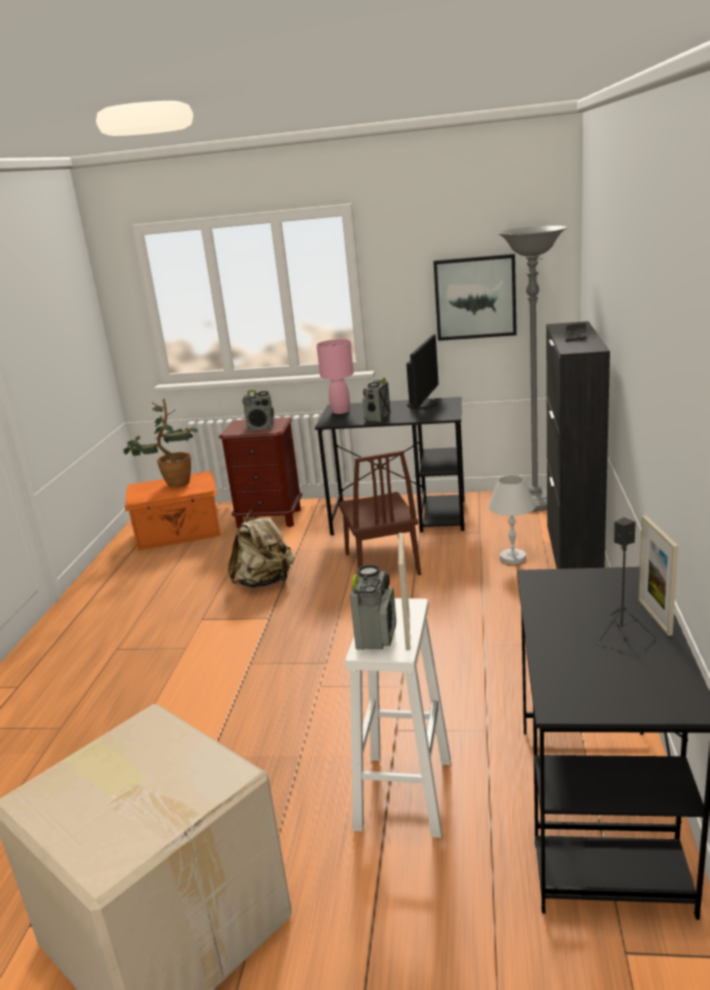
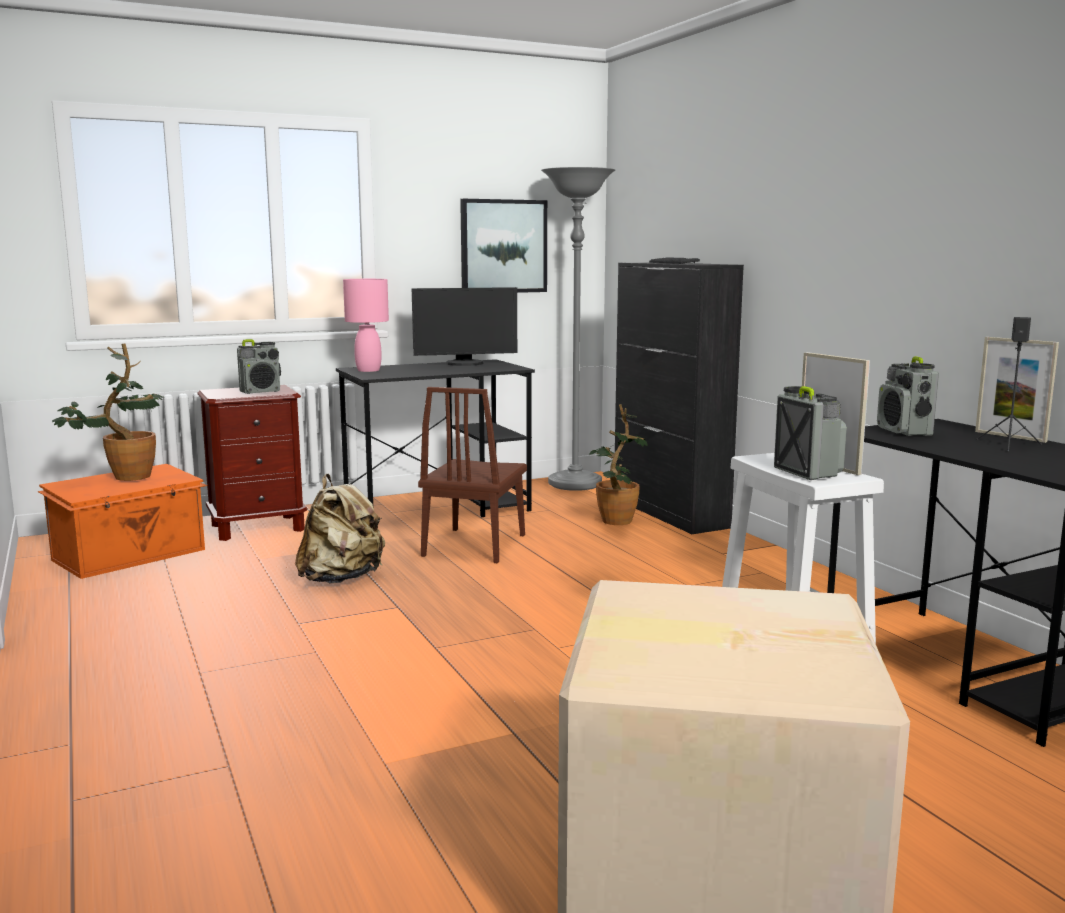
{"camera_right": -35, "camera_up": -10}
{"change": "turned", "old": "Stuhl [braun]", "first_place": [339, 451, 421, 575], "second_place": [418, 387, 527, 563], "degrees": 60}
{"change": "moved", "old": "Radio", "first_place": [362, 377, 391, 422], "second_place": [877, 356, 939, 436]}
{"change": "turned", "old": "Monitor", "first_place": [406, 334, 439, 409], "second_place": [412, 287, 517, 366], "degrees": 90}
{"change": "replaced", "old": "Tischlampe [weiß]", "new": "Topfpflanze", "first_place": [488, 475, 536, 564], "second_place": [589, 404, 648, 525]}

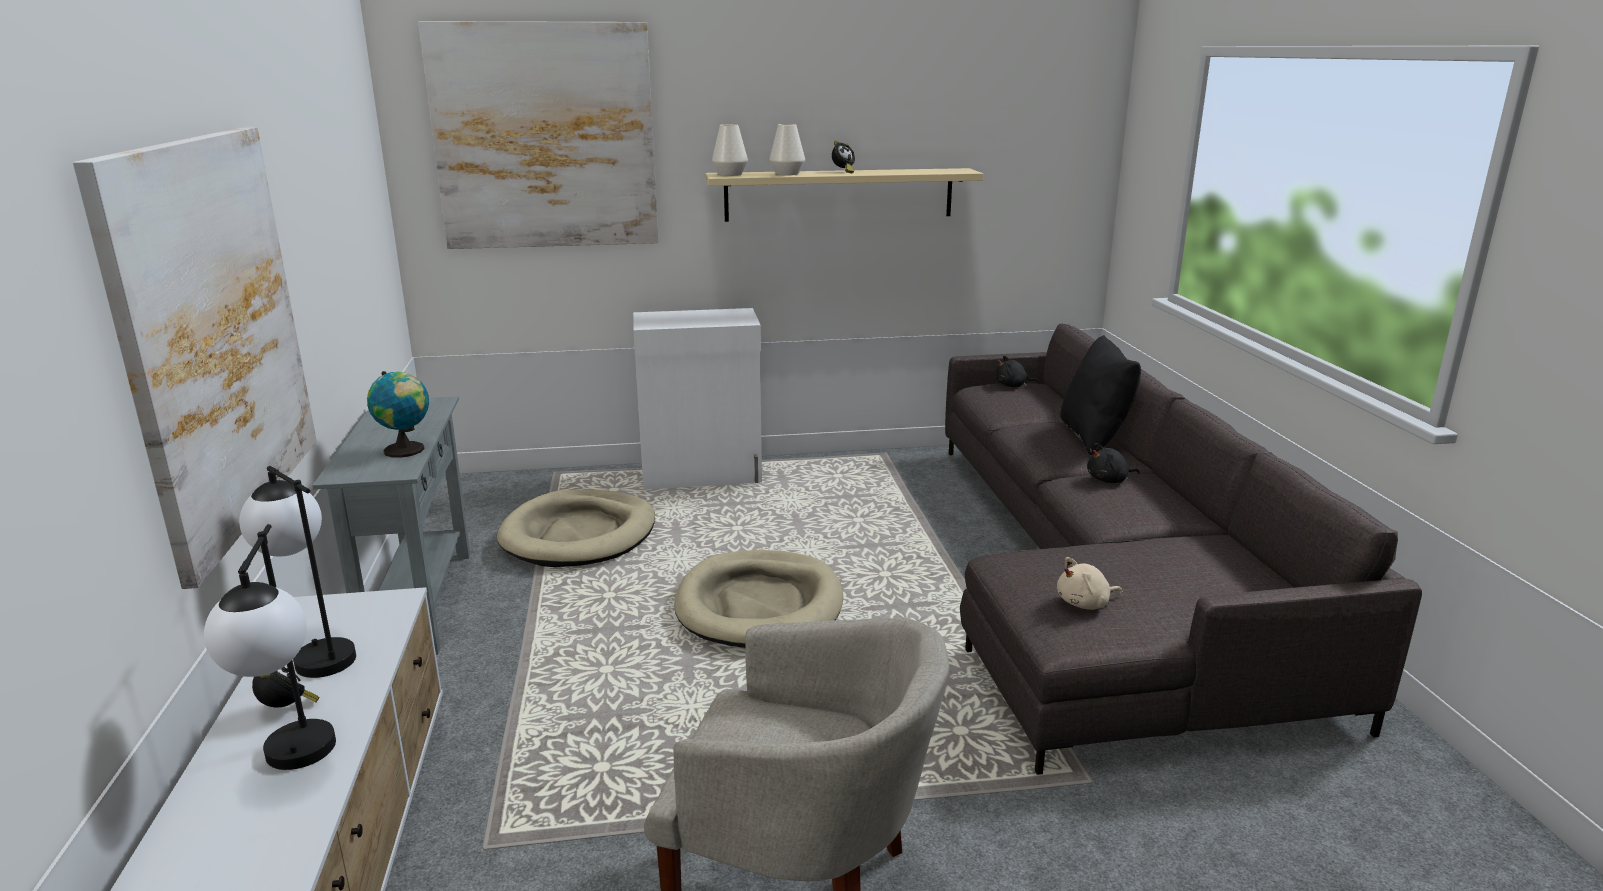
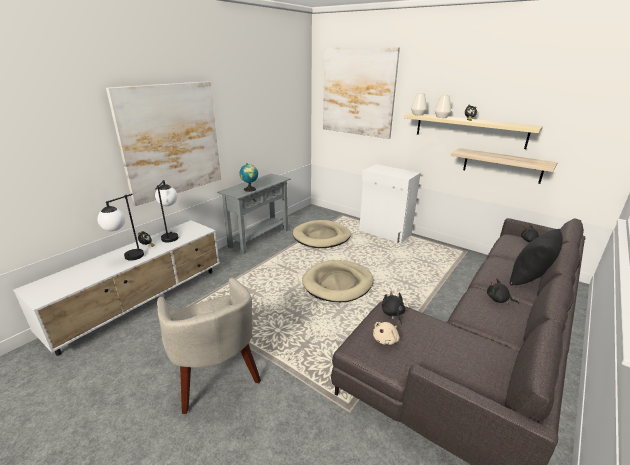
{"camera_right": 45, "camera_up": 5}
{"change": "turned", "old": "Plüschtier [beige]", "first_place": [1057, 557, 1123, 610], "second_place": [373, 322, 399, 345], "degrees": -75}
{"change": "added", "new": "Plüschtier [schwarz]", "second_place": [382, 292, 406, 324]}
{"change": "added", "new": "Wandregal", "second_place": [451, 148, 557, 184]}

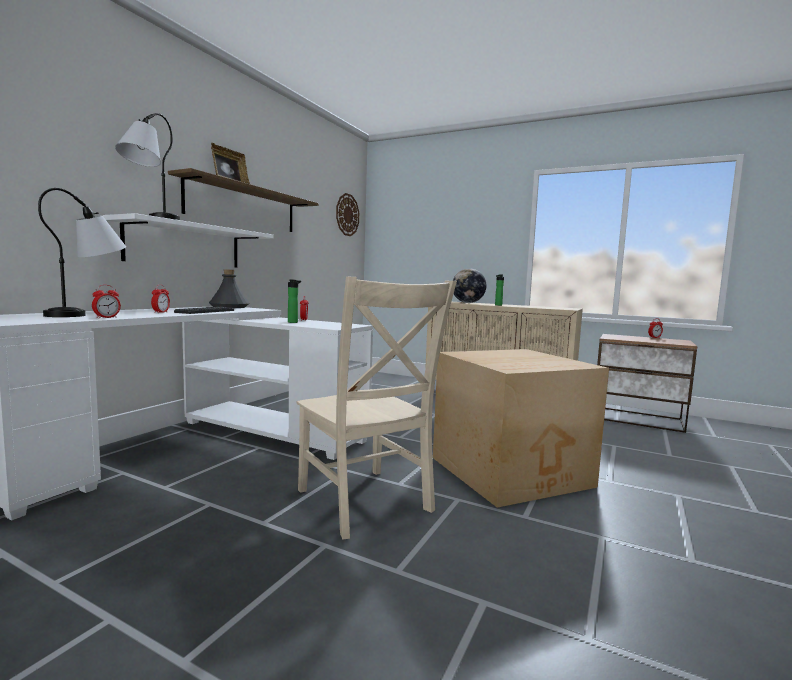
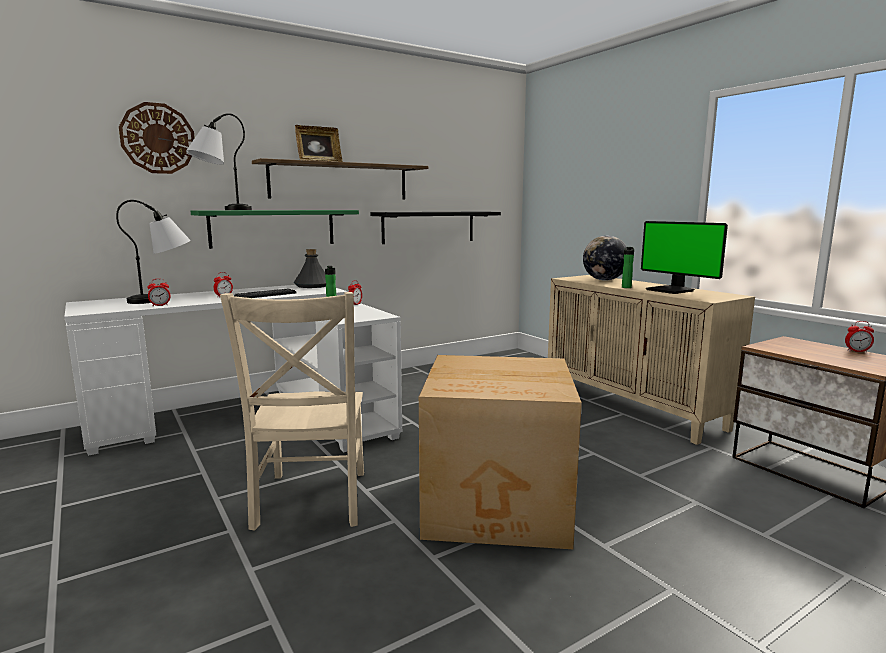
{"camera_right": 30, "camera_up": 5}
{"change": "recoloured", "old": "Wandregal [weiß]", "new": "Wandregal [grün]", "first_place": [103, 213, 274, 268], "second_place": [191, 210, 359, 249]}
{"change": "moved", "old": "Wanduhr", "first_place": [336, 193, 359, 236], "second_place": [119, 102, 195, 174]}
{"change": "added", "new": "Wandregal [schwarz]", "second_place": [370, 211, 501, 244]}
{"change": "added", "new": "Monitor", "second_place": [641, 221, 728, 294]}

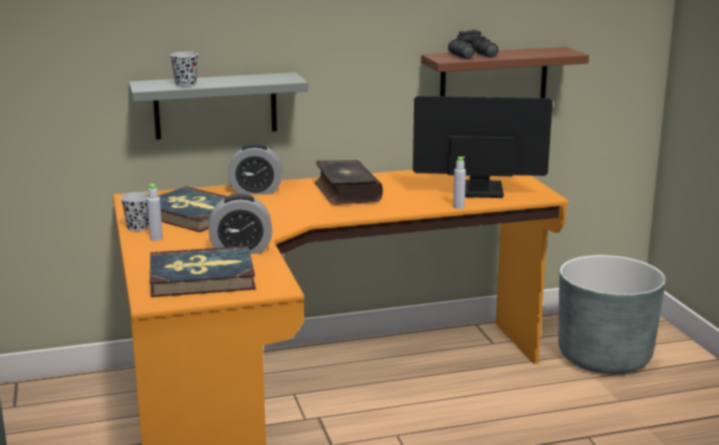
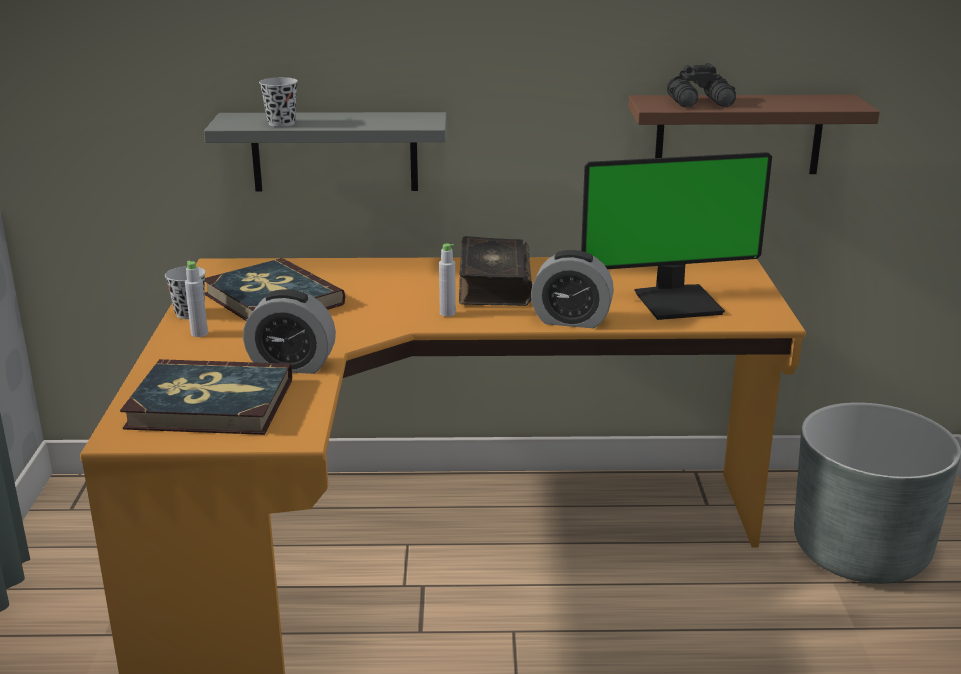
{"camera_right": 15, "camera_up": 5}
{"change": "moved", "old": "Wecker", "first_place": [228, 143, 282, 195], "second_place": [531, 250, 614, 328]}
{"change": "turned", "old": "Monitor", "first_place": [413, 96, 553, 198], "second_place": [581, 152, 772, 320], "degrees": 150}
{"change": "moved", "old": "Flasche [grau]", "first_place": [453, 157, 466, 209], "second_place": [439, 244, 456, 317]}

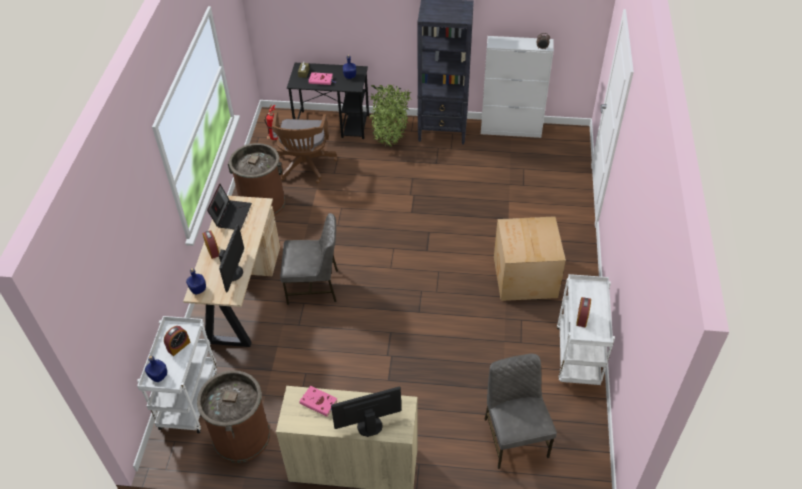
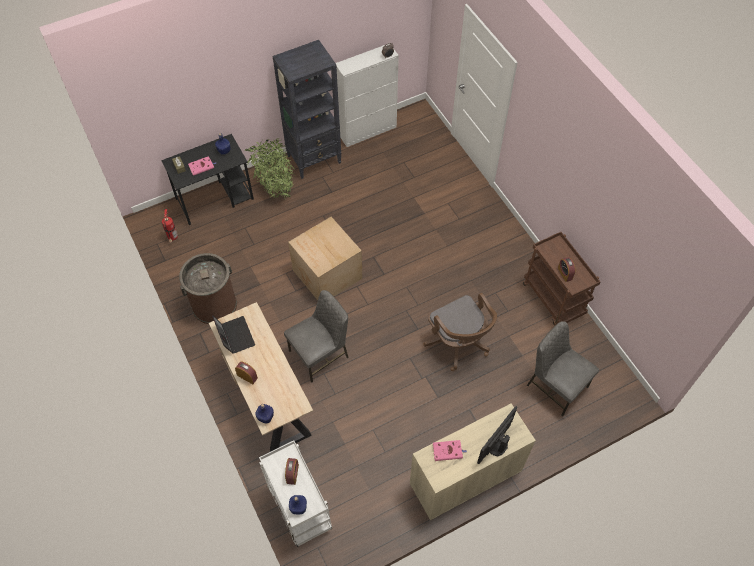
{"camera_right": -35, "camera_up": 10}
{"change": "removed", "old": "Mülleimer [braun]", "first_place": [197, 370, 270, 463]}
{"change": "removed", "old": "Monitor", "first_place": [219, 224, 244, 292]}
{"change": "moved", "old": "Bürostuhl [braun]", "first_place": [272, 113, 338, 184], "second_place": [423, 293, 497, 371]}
{"change": "moved", "old": "Karton", "first_place": [494, 216, 566, 301], "second_place": [288, 217, 363, 300]}
{"change": "recoloured", "old": "Rollwagen [weiß]", "new": "Rollwagen [braun]", "first_place": [557, 274, 615, 385], "second_place": [523, 232, 601, 326]}

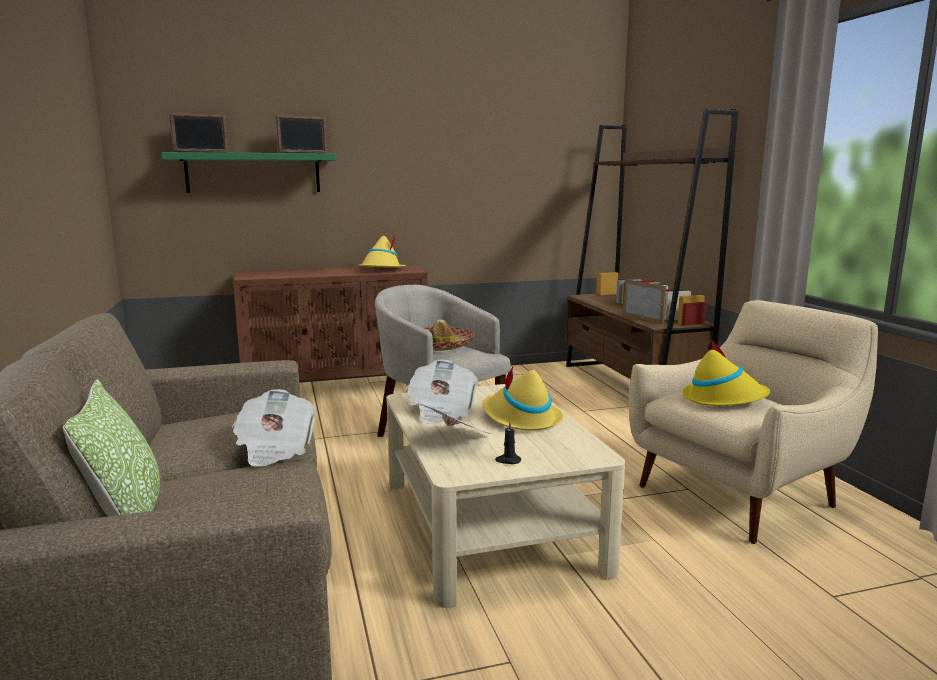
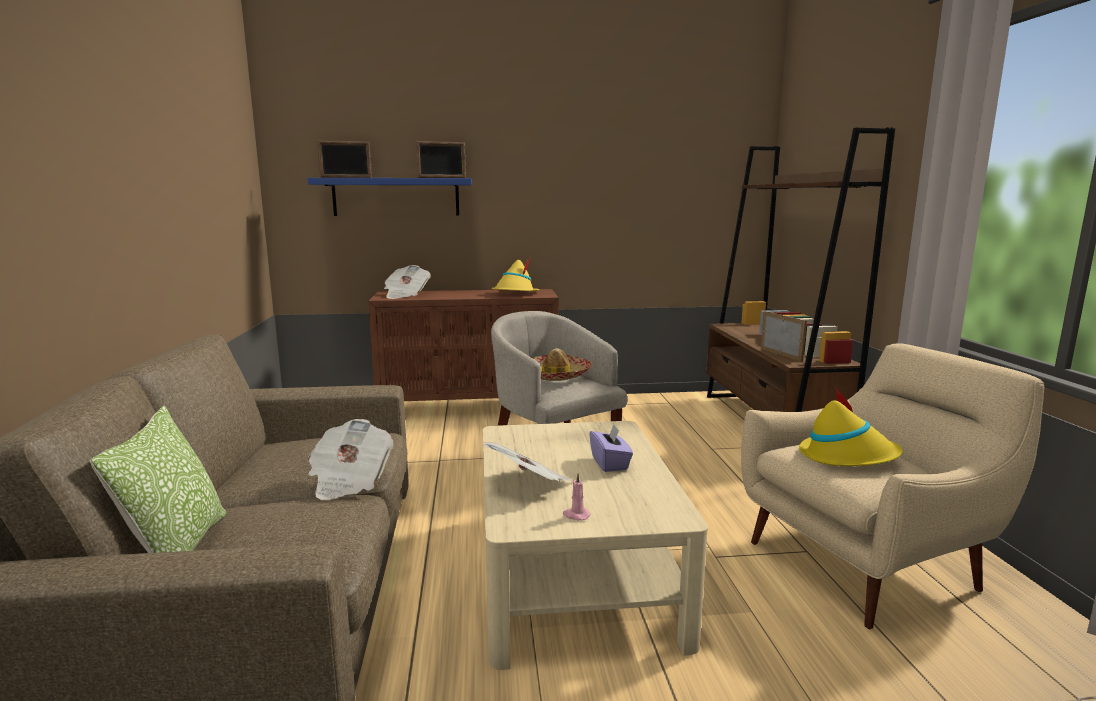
{"camera_right": 10, "camera_up": 0}
{"change": "recoloured", "old": "Wandregal [grün]", "new": "Wandregal [blau]", "first_place": [161, 152, 336, 193], "second_place": [307, 178, 472, 216]}
{"change": "moved", "old": "Zeitung", "first_place": [406, 360, 478, 424], "second_place": [384, 265, 431, 299]}
{"change": "replaced", "old": "Hut [gelb]", "new": "Taschentuchbox [lila]", "first_place": [482, 367, 563, 431], "second_place": [589, 424, 633, 472]}
{"change": "recoloured", "old": "Kerze [schwarz]", "new": "Kerze [rosa]", "first_place": [495, 421, 521, 464], "second_place": [563, 473, 591, 521]}

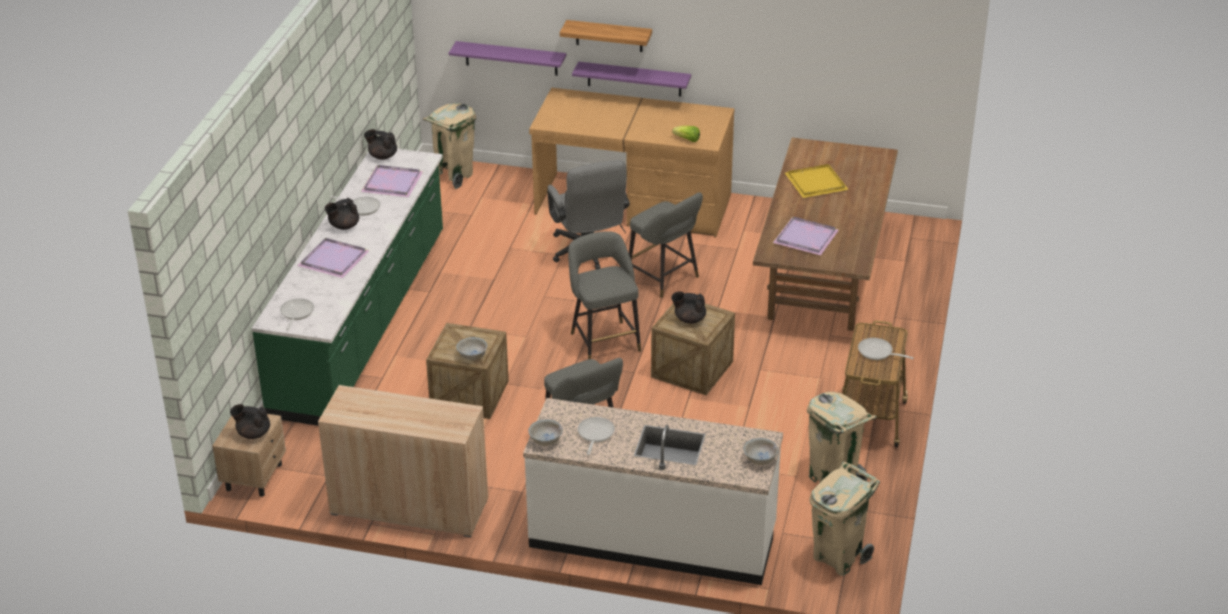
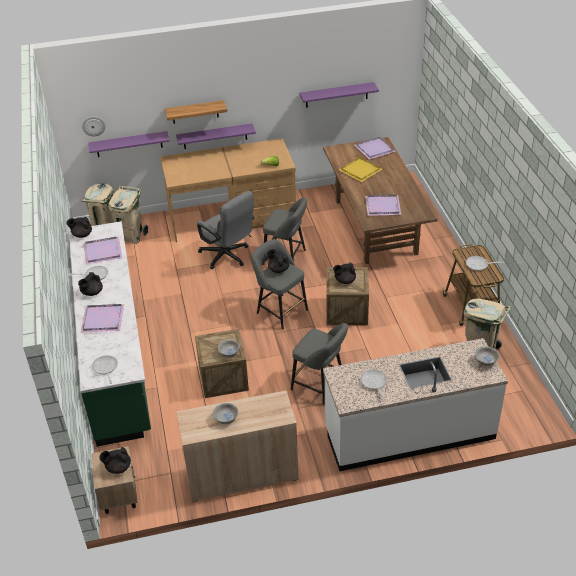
{"camera_right": -25, "camera_up": 5}
{"change": "moved", "old": "Schüssel [weiß]", "first_place": [528, 419, 563, 446], "second_place": [213, 403, 238, 424]}
{"change": "moved", "old": "Mülleimer [beige]", "first_place": [809, 461, 880, 576], "second_place": [108, 186, 149, 244]}
{"change": "added", "new": "Wanduhr", "second_place": [82, 116, 106, 136]}
{"change": "added", "new": "Teekanne [schwarz]", "second_place": [267, 249, 289, 273]}
{"change": "added", "new": "Wandregal [lila]", "second_place": [299, 82, 379, 108]}
{"change": "added", "new": "Tablett [lila]", "second_place": [355, 137, 396, 159]}

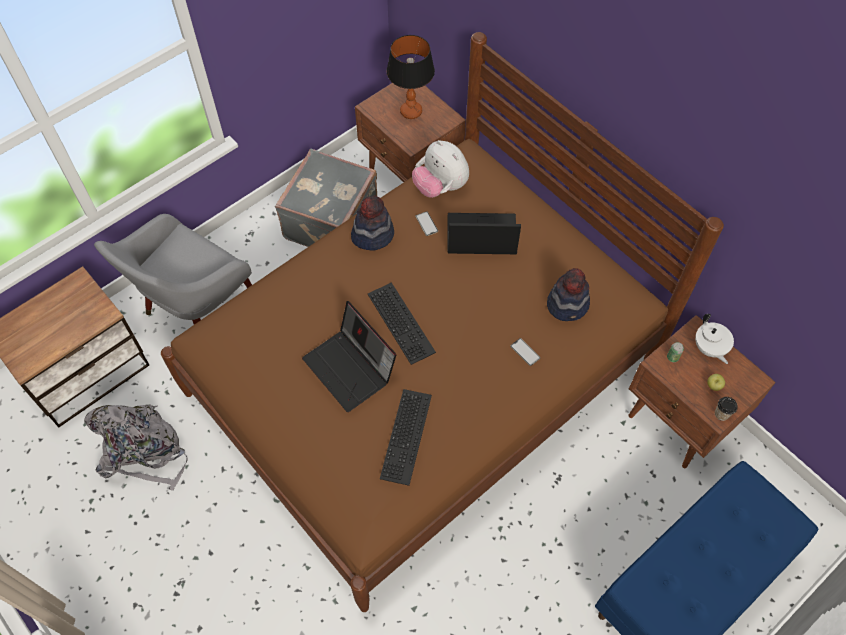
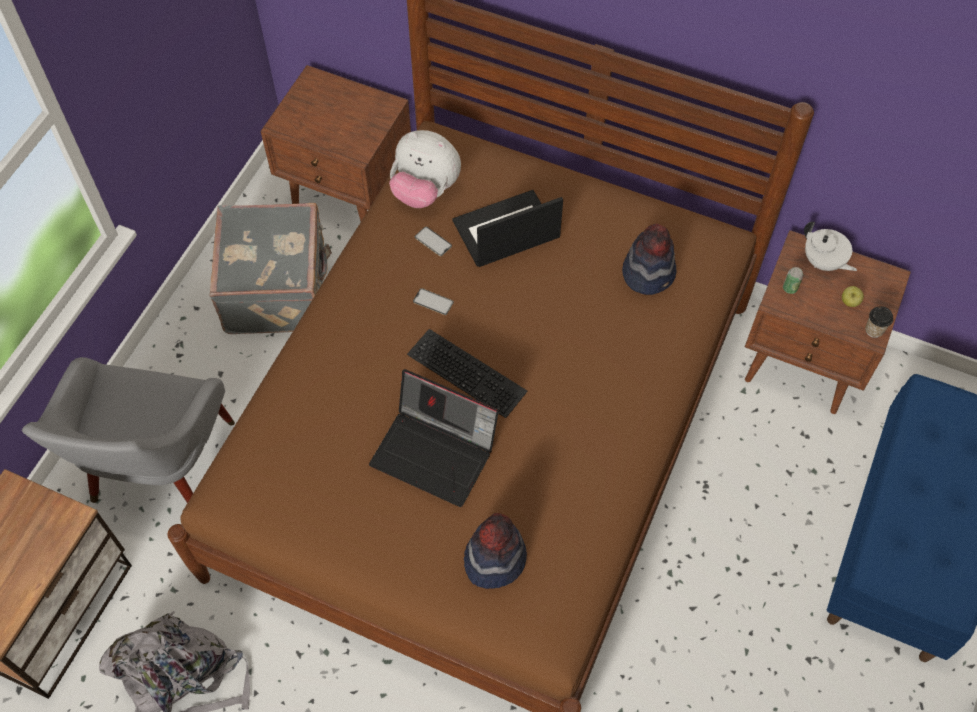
{"camera_right": -25, "camera_up": 0}
{"change": "moved", "old": "Hut", "first_place": [351, 195, 394, 251], "second_place": [464, 513, 527, 589]}
{"change": "removed", "old": "Tastatur", "first_place": [380, 389, 432, 486]}
{"change": "removed", "old": "Tischlampe", "first_place": [387, 35, 435, 119]}
{"change": "moved", "old": "Handy", "first_place": [510, 338, 540, 366], "second_place": [413, 288, 454, 315]}

